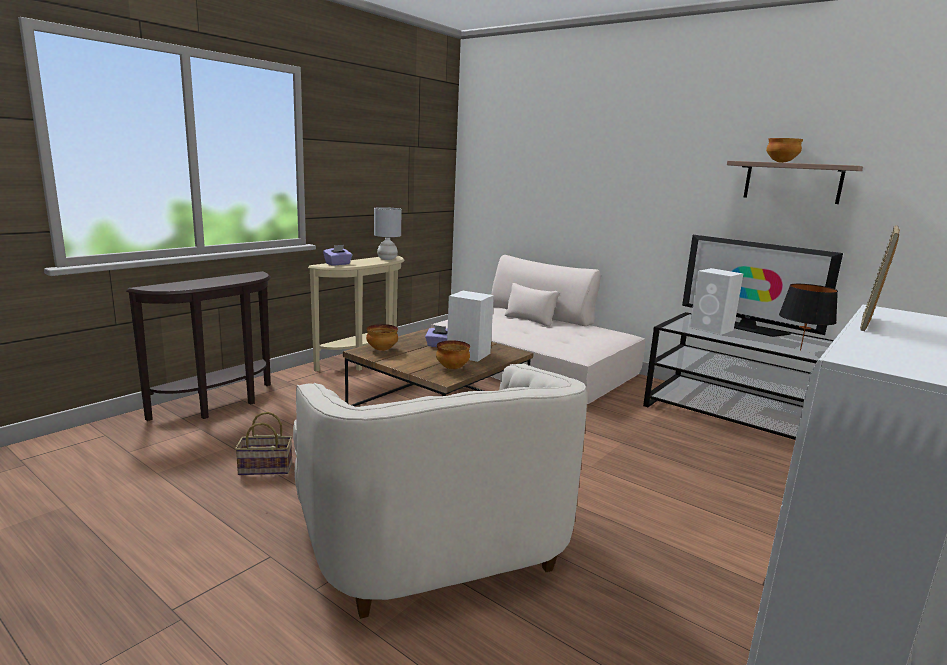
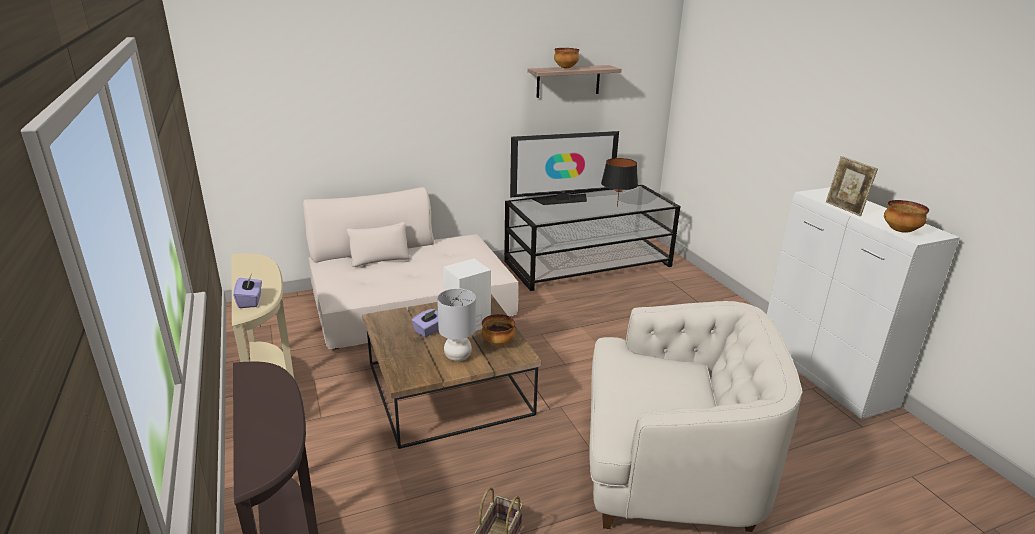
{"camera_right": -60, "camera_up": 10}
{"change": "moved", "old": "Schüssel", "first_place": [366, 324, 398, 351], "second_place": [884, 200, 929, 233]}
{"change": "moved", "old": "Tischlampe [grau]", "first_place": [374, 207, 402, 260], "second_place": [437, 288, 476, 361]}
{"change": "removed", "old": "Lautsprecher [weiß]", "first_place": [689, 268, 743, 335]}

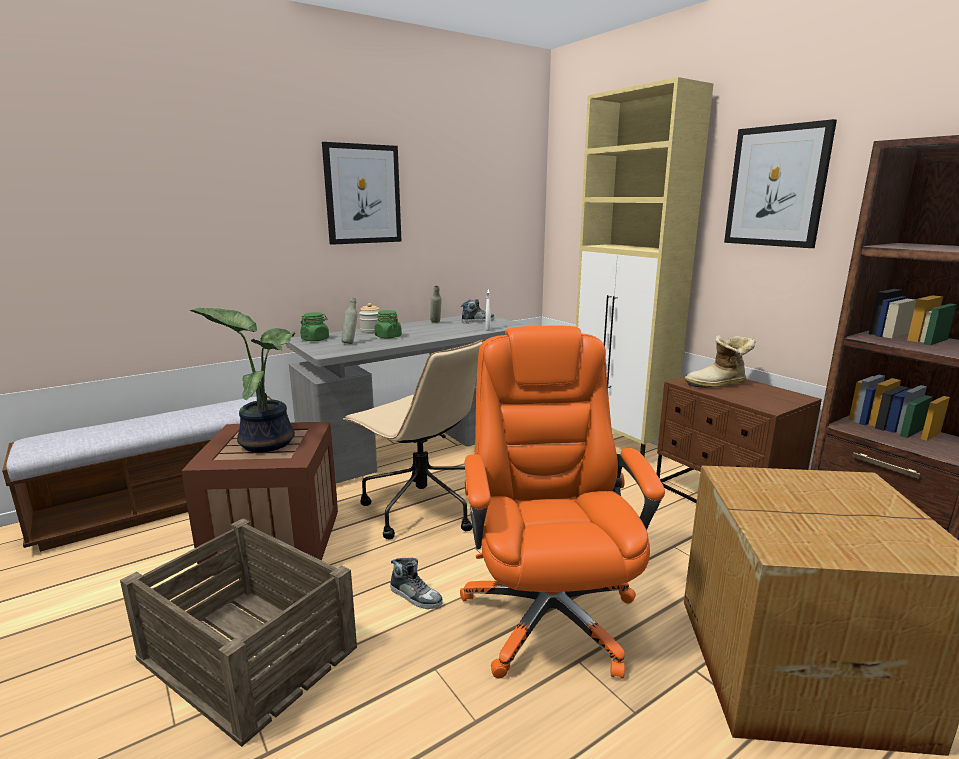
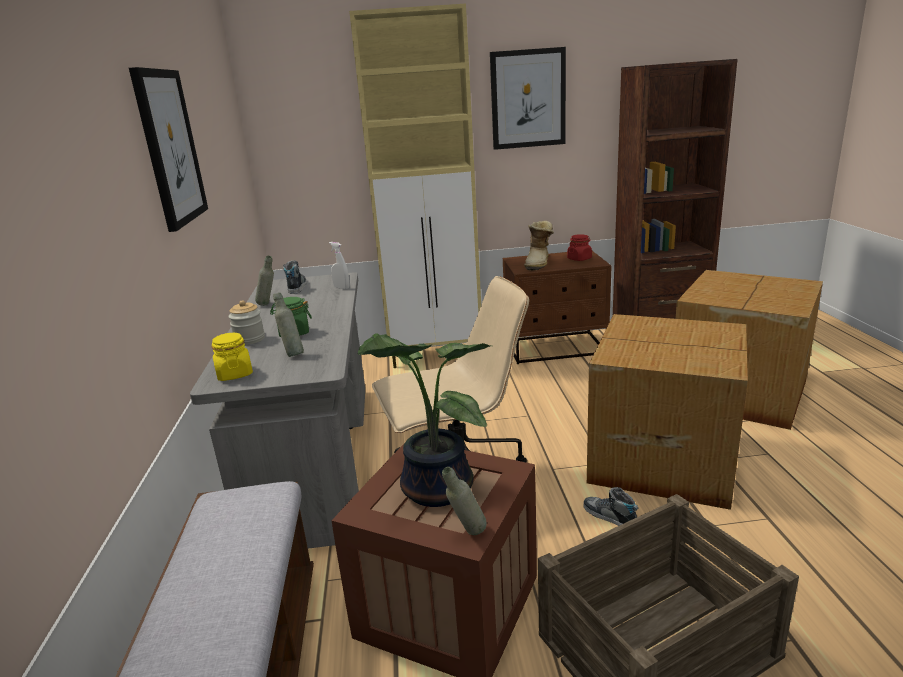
{"camera_right": -60, "camera_up": 5}
{"change": "recoloured", "old": "Vorratsglas [grün]", "new": "Vorratsglas [gelb]", "first_place": [300, 312, 329, 341], "second_place": [212, 333, 253, 381]}
{"change": "turned", "old": "Schuh", "first_place": [390, 558, 443, 609], "second_place": [583, 487, 638, 526], "degrees": -105}
{"change": "replaced", "old": "Bürostuhl [orange]", "new": "Karton", "first_place": [460, 325, 665, 679], "second_place": [587, 314, 748, 510]}
{"change": "added", "new": "Flasche [grau]", "second_place": [442, 467, 487, 535]}
{"change": "added", "new": "Vorratsglas [rot]", "second_place": [567, 234, 592, 261]}

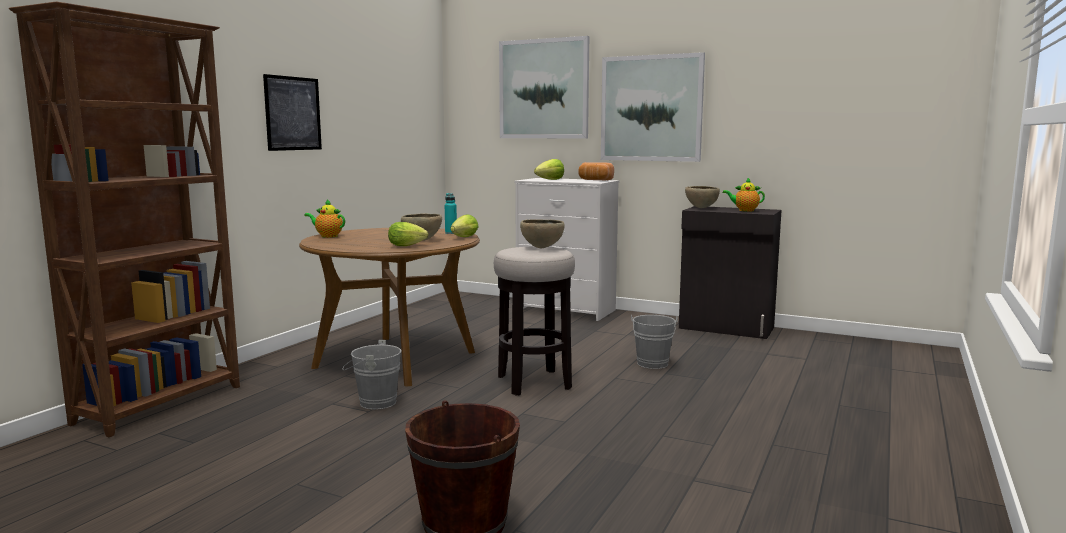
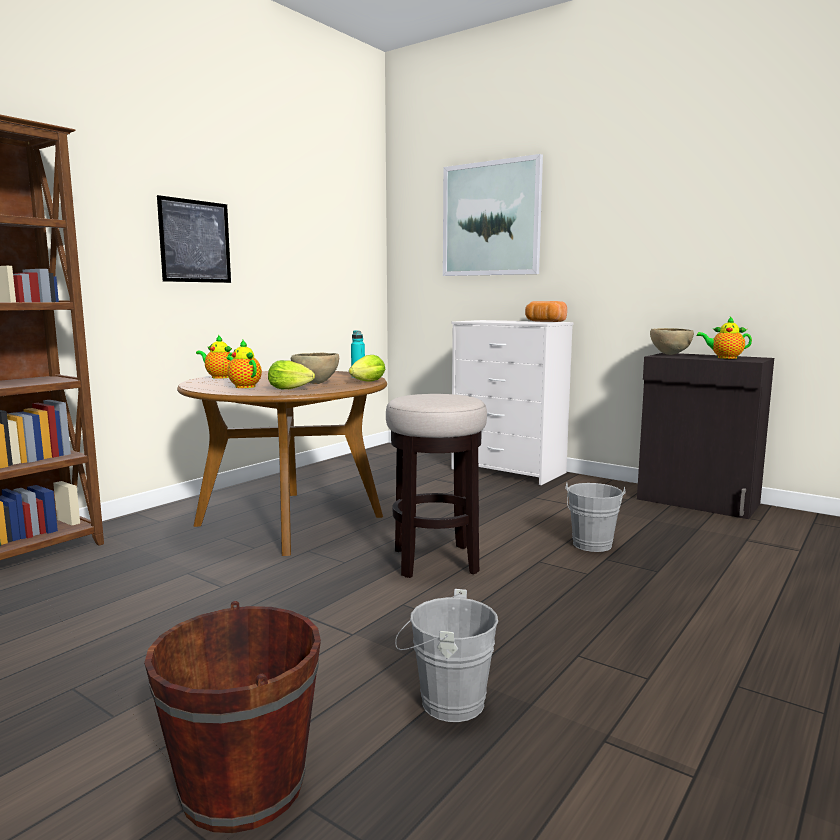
{"camera_right": 10, "camera_up": 0}
{"change": "moved", "old": "Eimer [grau]", "first_place": [343, 340, 401, 409], "second_place": [395, 589, 498, 722]}
{"change": "removed", "old": "Schüssel [braun]", "first_place": [520, 219, 565, 248]}
{"change": "removed", "old": "Salatkopf", "first_place": [534, 159, 564, 180]}
{"change": "removed", "old": "Bild", "first_place": [601, 52, 705, 162]}
{"change": "added", "new": "Teekanne", "second_place": [226, 340, 262, 388]}

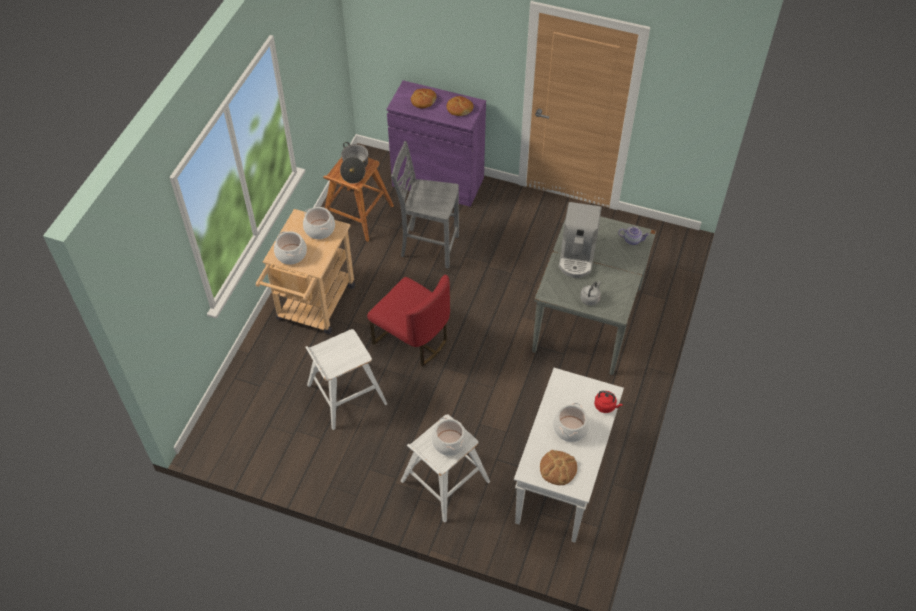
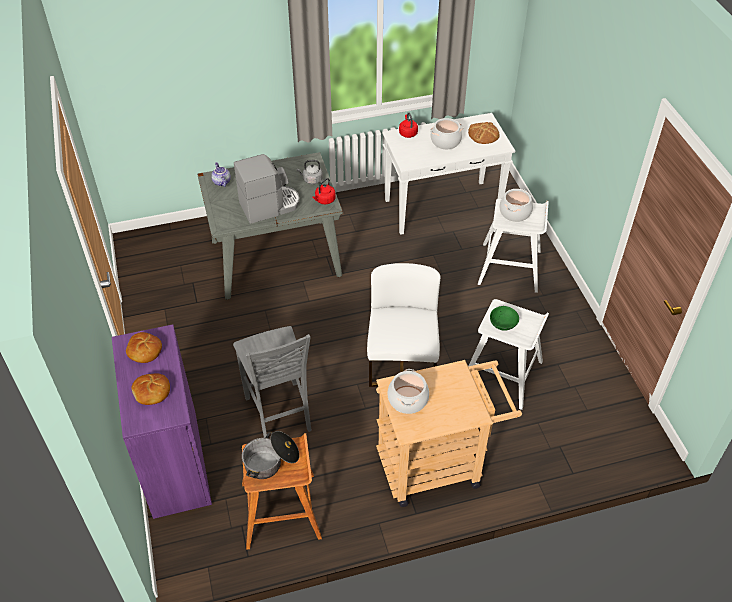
{"camera_right": -125, "camera_up": -5}
{"change": "removed", "old": "Kochtopf", "first_place": [274, 231, 307, 265]}
{"change": "recoloured", "old": "Stuhl [rot]", "new": "Stuhl [weiß]", "first_place": [367, 275, 450, 366], "second_place": [367, 263, 441, 387]}
{"change": "added", "new": "Wasserkessel [rot]", "second_place": [312, 178, 336, 204]}
{"change": "added", "new": "Schüssel [grün]", "second_place": [490, 306, 519, 331]}

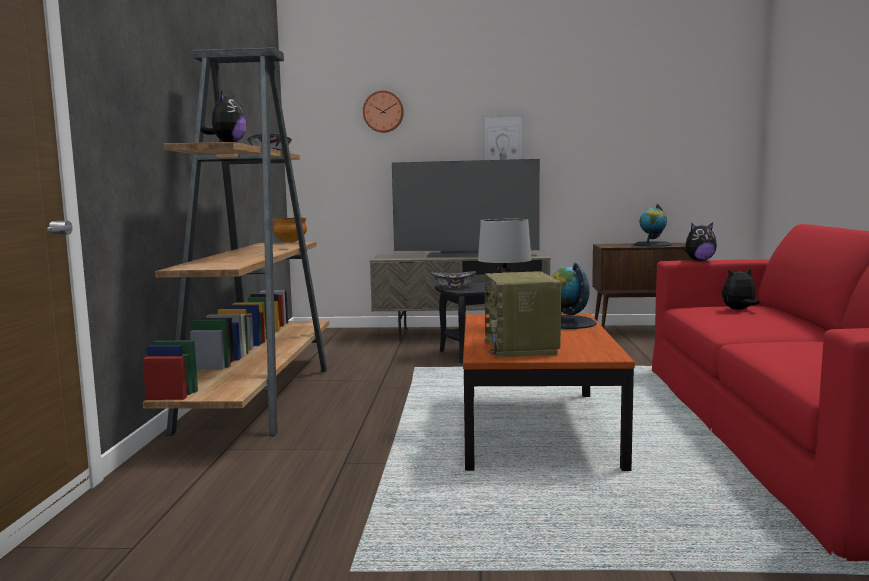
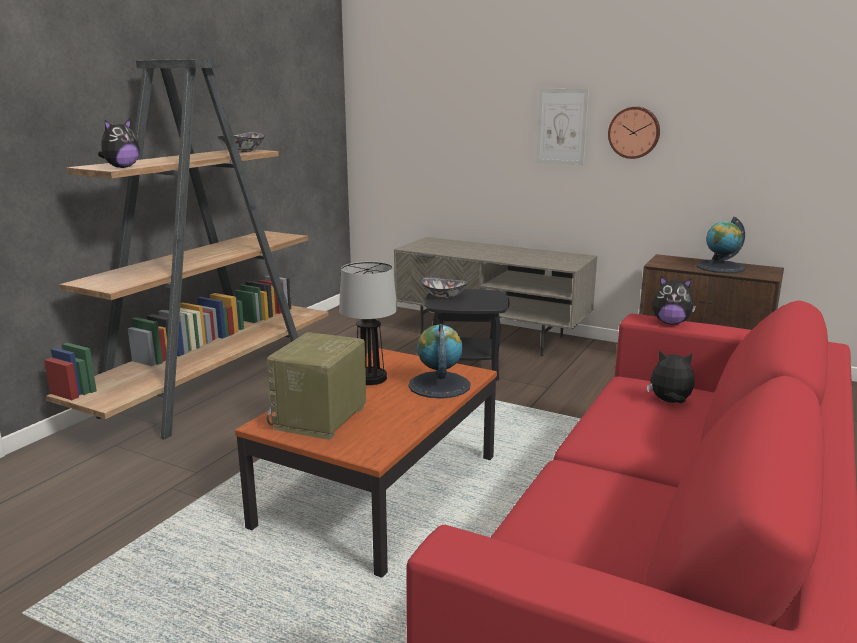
{"camera_right": 25, "camera_up": 10}
{"change": "removed", "old": "Schüssel", "first_place": [273, 218, 307, 243]}
{"change": "moved", "old": "Wanduhr", "first_place": [363, 90, 404, 133], "second_place": [608, 107, 660, 159]}
{"change": "removed", "old": "Fernseher", "first_place": [392, 159, 540, 257]}

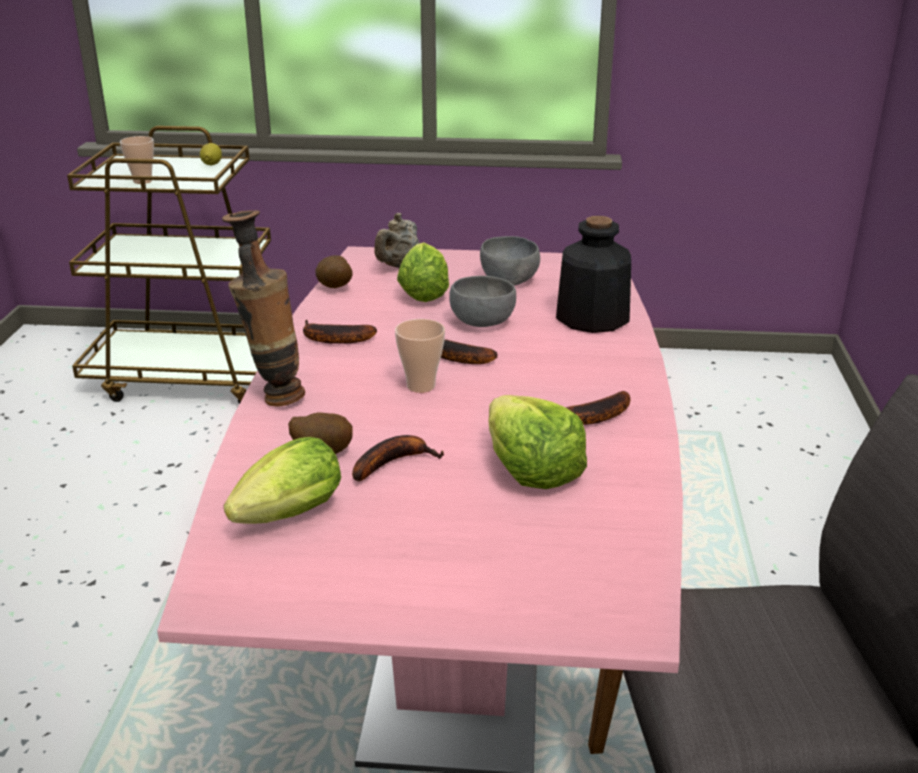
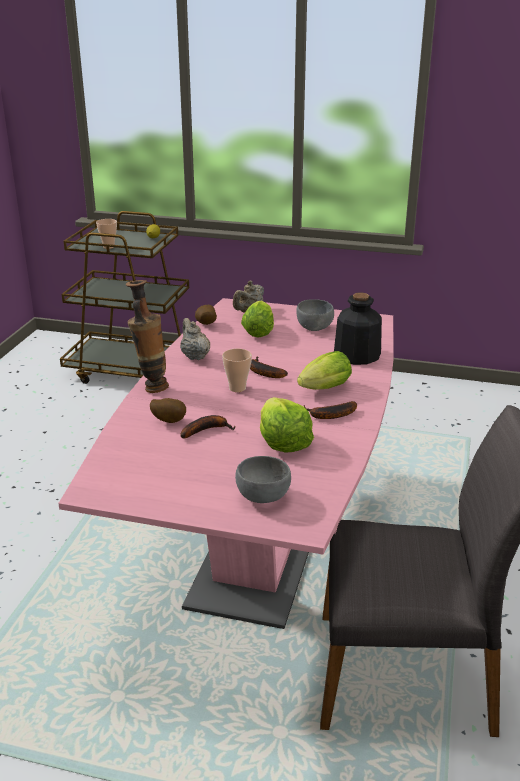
{"camera_right": 10, "camera_up": 0}
{"change": "moved", "old": "Salatkopf", "first_place": [224, 437, 341, 524], "second_place": [297, 351, 352, 390]}
{"change": "replaced", "old": "Banane", "new": "Teekanne [beige]", "first_place": [303, 320, 377, 344], "second_place": [180, 318, 210, 360]}
{"change": "moved", "old": "Schüssel [grau]", "first_place": [449, 276, 516, 327], "second_place": [235, 456, 291, 503]}

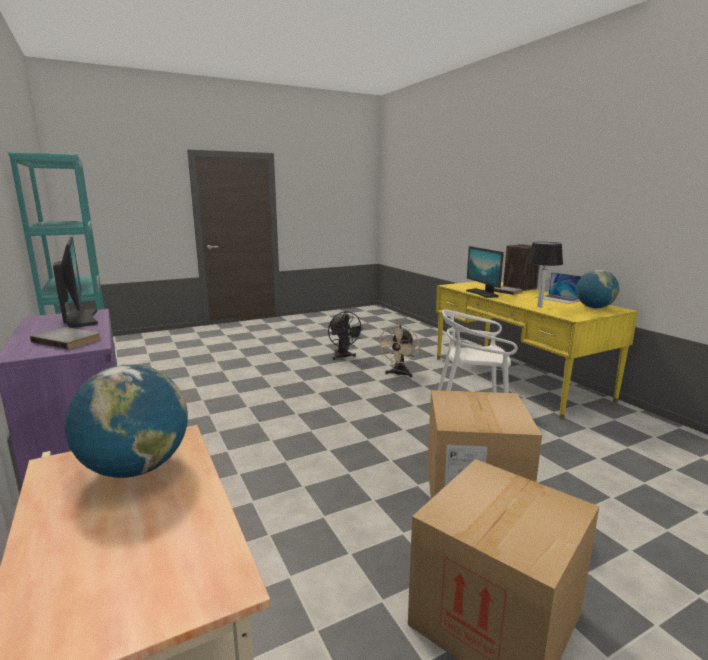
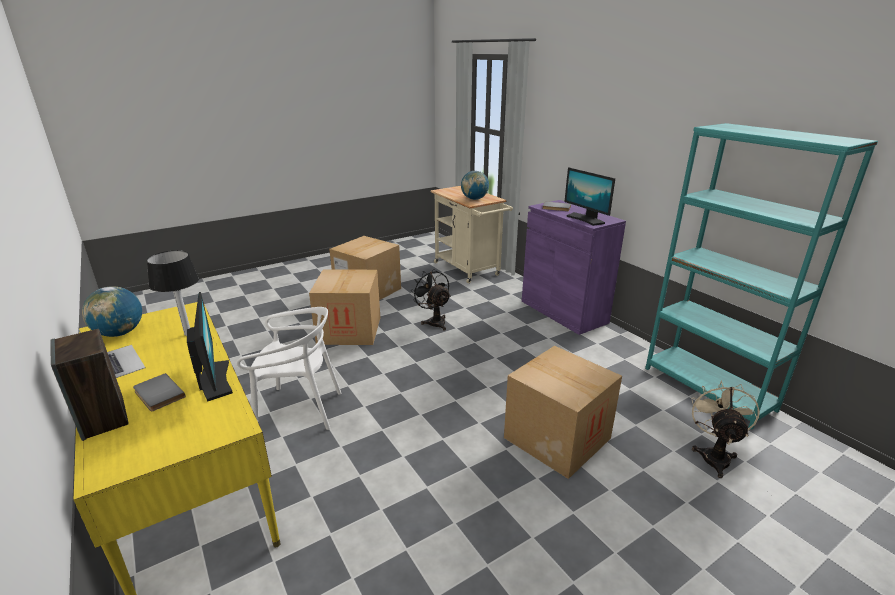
{"camera_right": 175, "camera_up": 10}
{"change": "moved", "old": "Ventilator [schwarz]", "first_place": [328, 311, 364, 360], "second_place": [410, 269, 451, 331]}
{"change": "moved", "old": "Ventilator [beige]", "first_place": [377, 324, 419, 377], "second_place": [691, 380, 760, 478]}
{"change": "added", "new": "Karton", "second_place": [504, 346, 622, 479]}

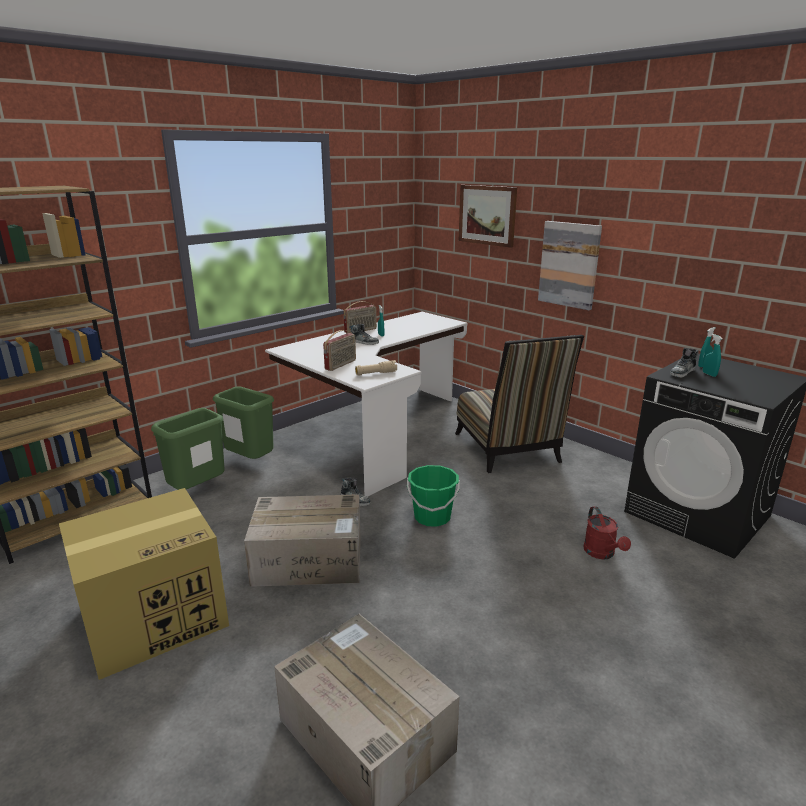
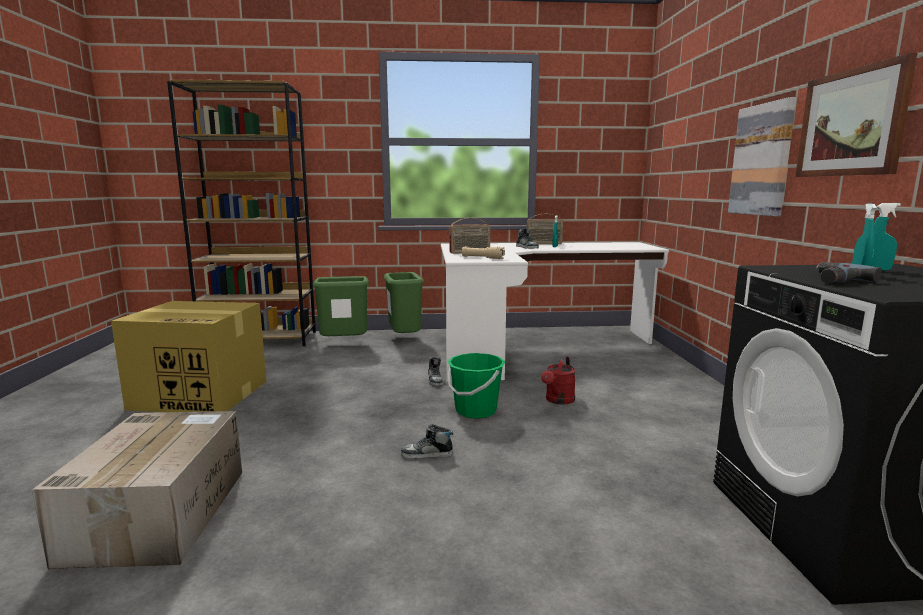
{"camera_right": 40, "camera_up": -10}
{"change": "removed", "old": "Karton", "first_place": [244, 494, 361, 587]}
{"change": "removed", "old": "Stuhl", "first_place": [455, 335, 584, 473]}
{"change": "moved", "old": "Bild", "first_place": [459, 185, 517, 248], "second_place": [795, 53, 917, 177]}
{"change": "moved", "old": "Gießkanne [rot]", "first_place": [584, 506, 631, 559], "second_place": [541, 356, 576, 404]}
{"change": "moved", "old": "Schuh", "first_place": [670, 348, 699, 378], "second_place": [401, 424, 453, 459]}
{"change": "added", "new": "Bohrmaschine", "second_place": [816, 262, 882, 284]}

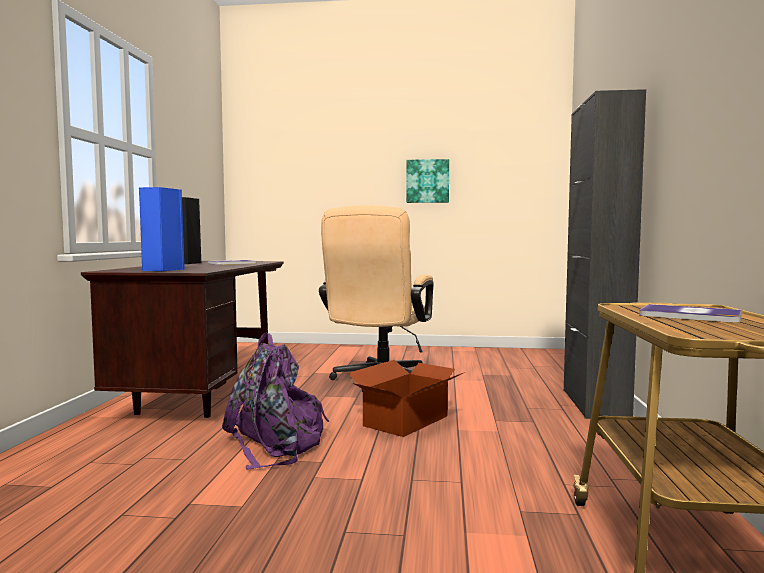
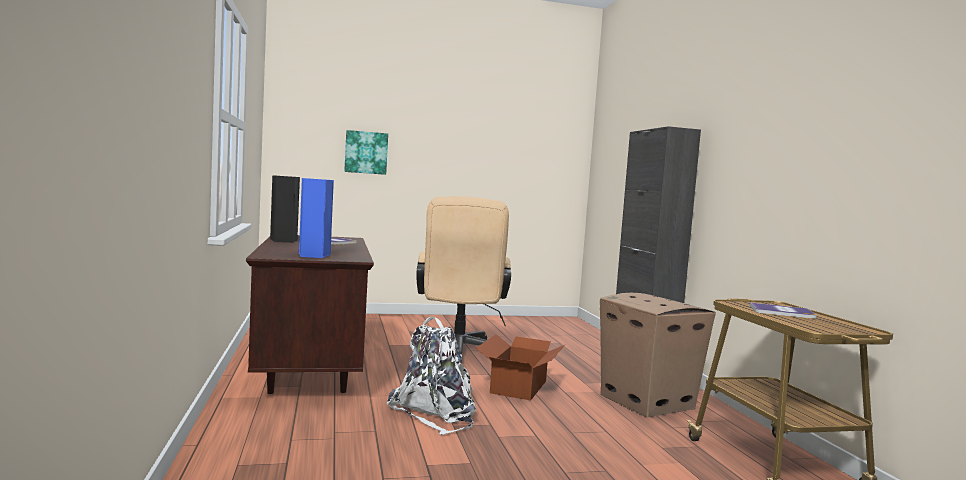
{"camera_right": -20, "camera_up": 0}
{"change": "recoloured", "old": "Rucksack [lila]", "new": "Rucksack [weiß]", "first_place": [222, 332, 329, 470], "second_place": [387, 316, 476, 435]}
{"change": "moved", "old": "Bild", "first_place": [406, 159, 449, 203], "second_place": [344, 130, 388, 175]}
{"change": "added", "new": "Karton", "second_place": [600, 293, 716, 417]}

